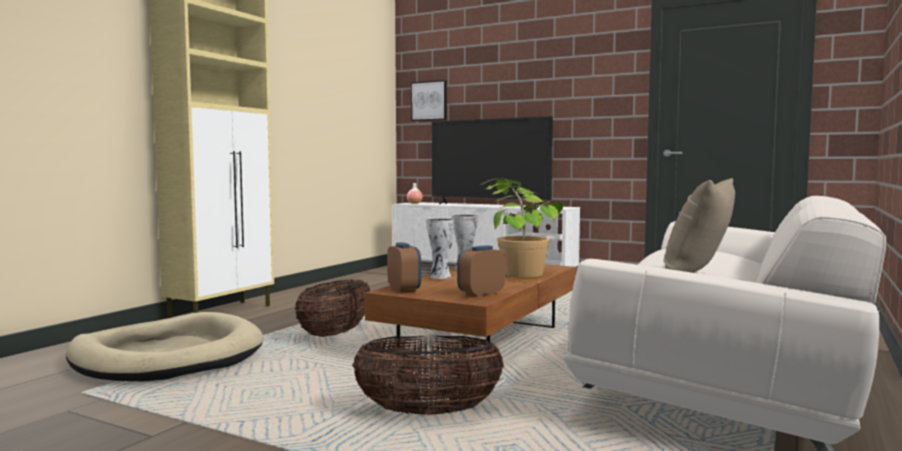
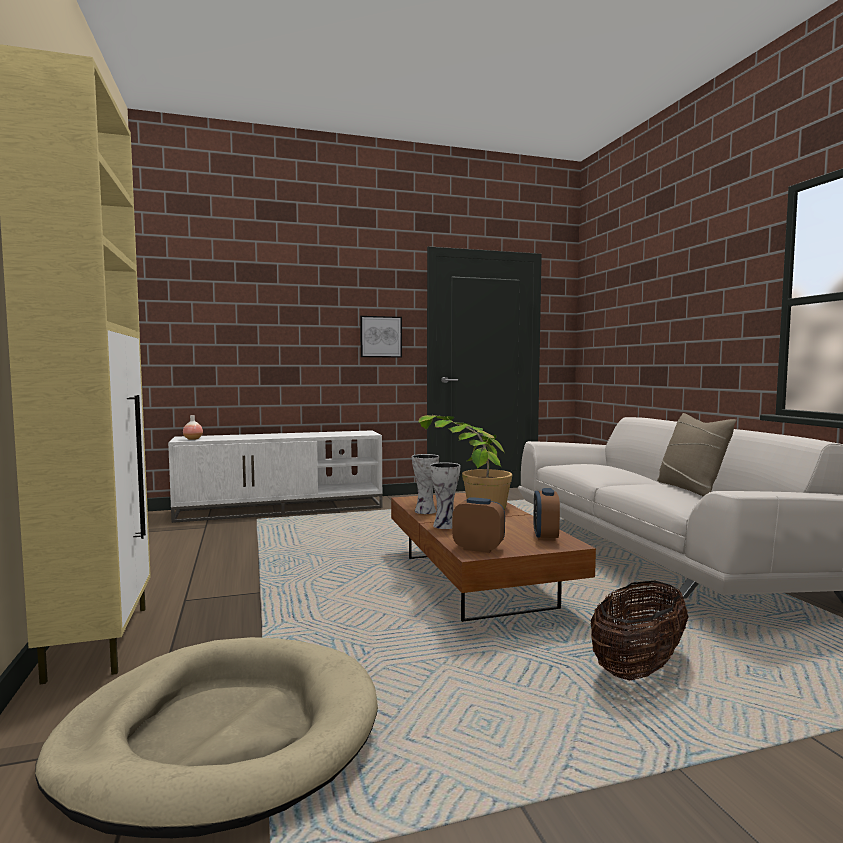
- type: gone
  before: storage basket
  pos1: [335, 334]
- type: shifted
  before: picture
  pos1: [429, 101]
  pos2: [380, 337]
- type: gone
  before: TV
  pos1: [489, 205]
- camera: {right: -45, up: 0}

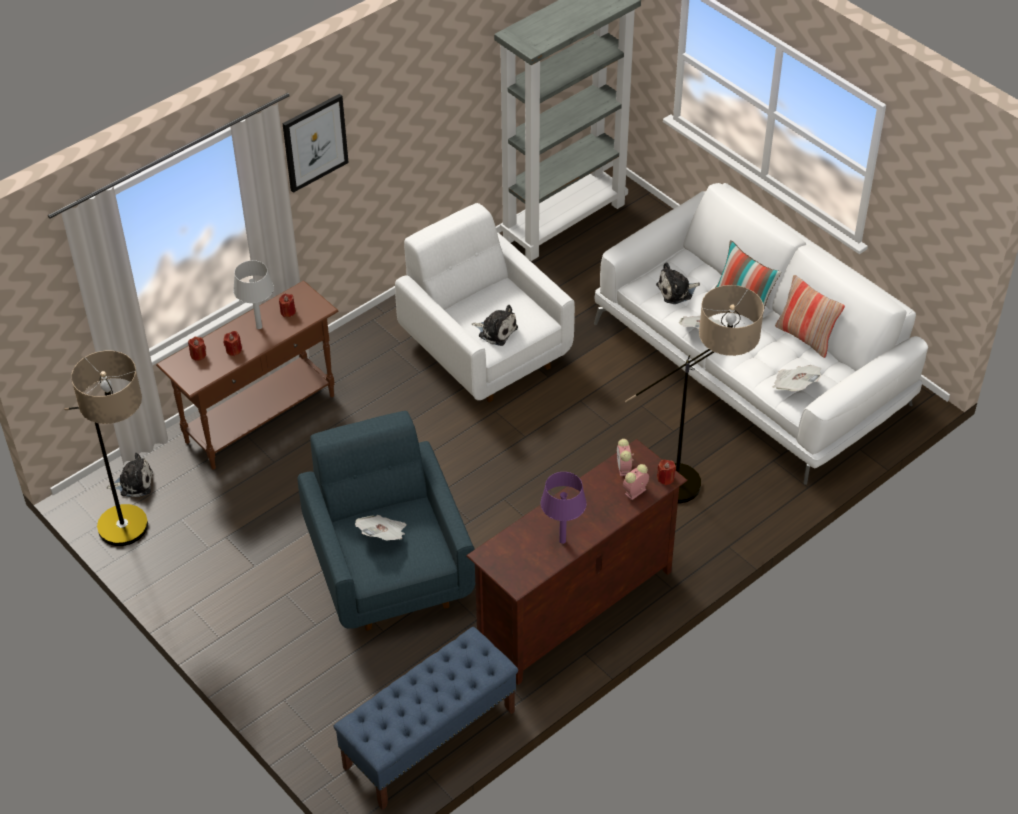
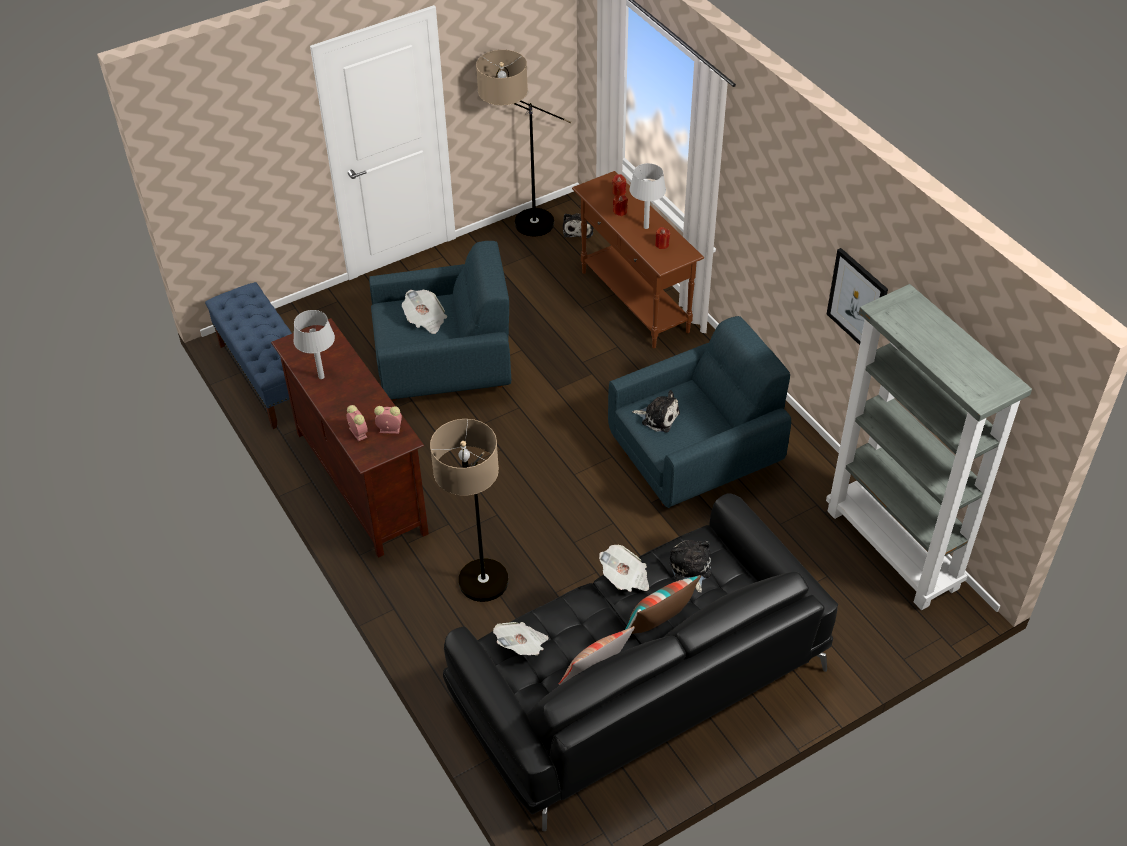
- type: shifted
  before: picture
  pos1: [315, 142]
  pos2: [857, 301]
- type: repainted
  before: whitish lounge chair
  after: blue-coloured lounge chair
  pos1: [484, 351]
  pos2: [695, 458]
- type: rotated
  before: cuddly toy
  pos1: [496, 331]
  pos2: [658, 417]
  turn: -105
- type: repainted
  before: purple-coloured tabletop lamp
  after: grey tabletop lamp
  pos1: [563, 541]
  pos2: [321, 377]
- type: repainted
  before: whitish settee
  after: black-coloured settee
  pos1: [752, 365]
  pos2: [637, 682]
- type: gone
  before: red-coloured wax candle
  pos1: [665, 478]
- camera: {right: 100, up: 0}

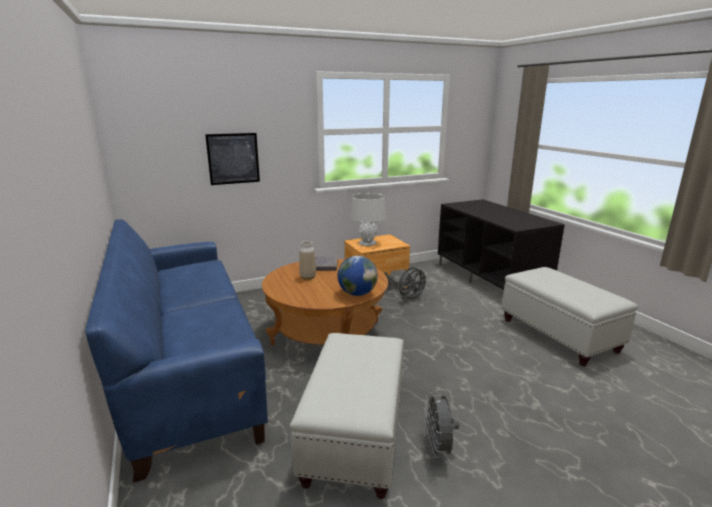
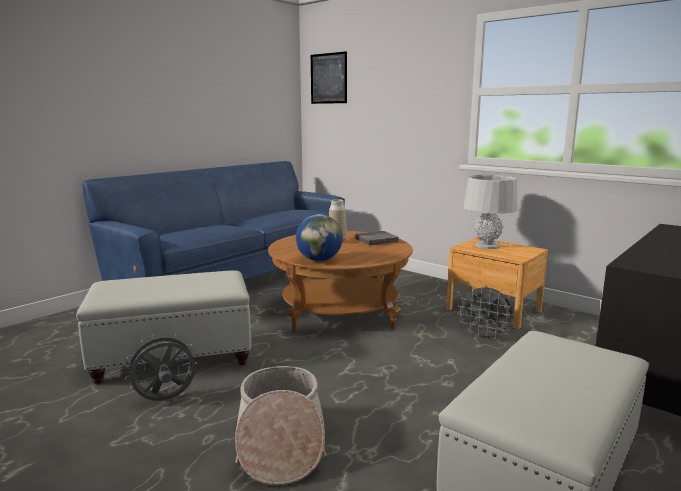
- type: shifted
  before: picture
  pos1: [233, 158]
  pos2: [328, 78]
- type: new
  after: storage basket
  pos2: [280, 443]
- camera: {right: 65, up: -5}

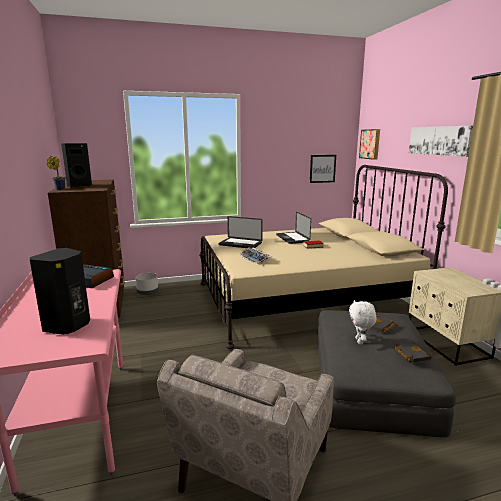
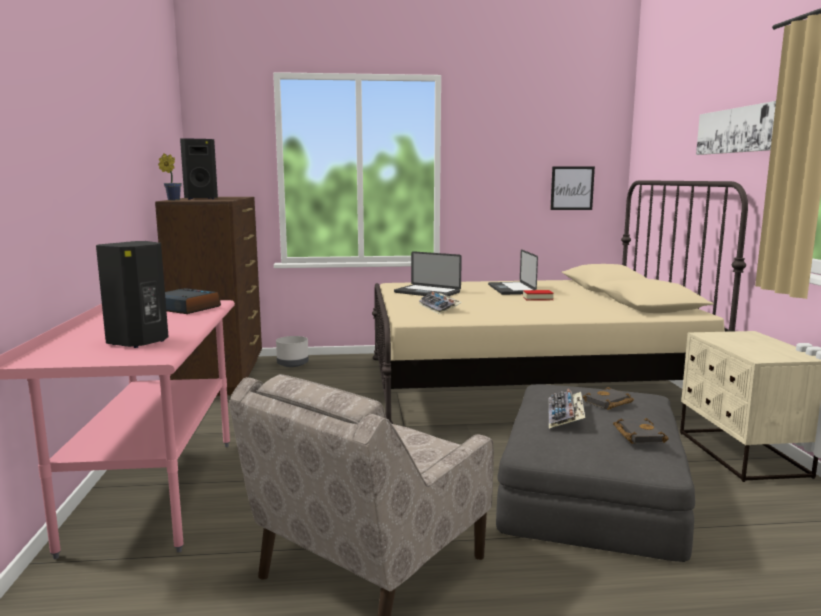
- type: swapped
  before: whitish cuddly toy
  after: PC keyboard
  pos1: [360, 341]
  pos2: [565, 416]
- type: gone
  before: picture
  pos1: [370, 144]
- camera: {right: 10, up: -5}

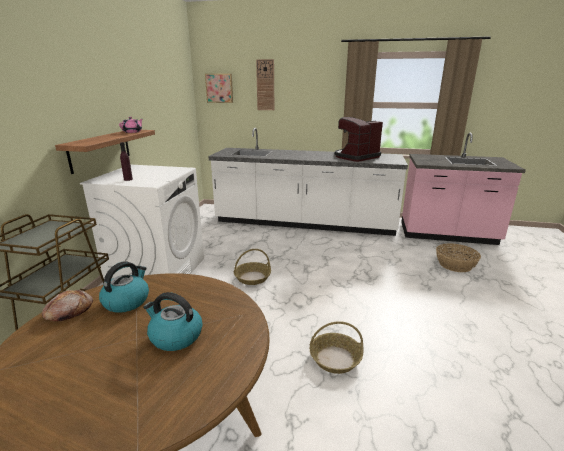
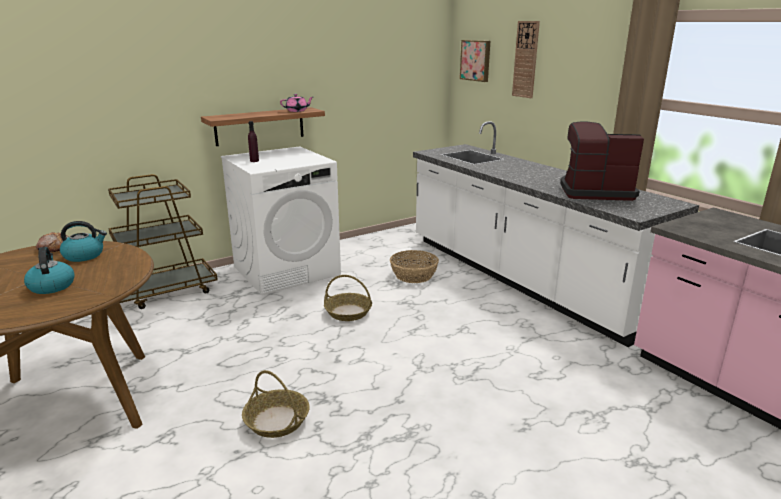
- type: shifted
  before: storage basket
  pos1: [455, 264]
  pos2: [414, 275]
- camera: {right: 45, up: 0}

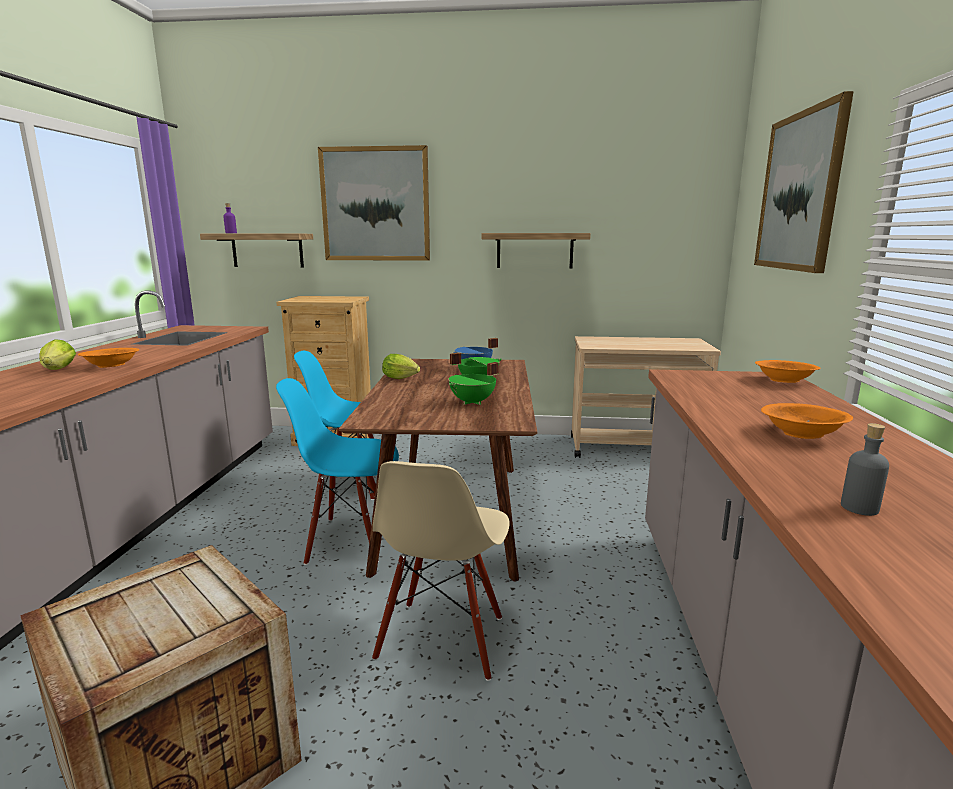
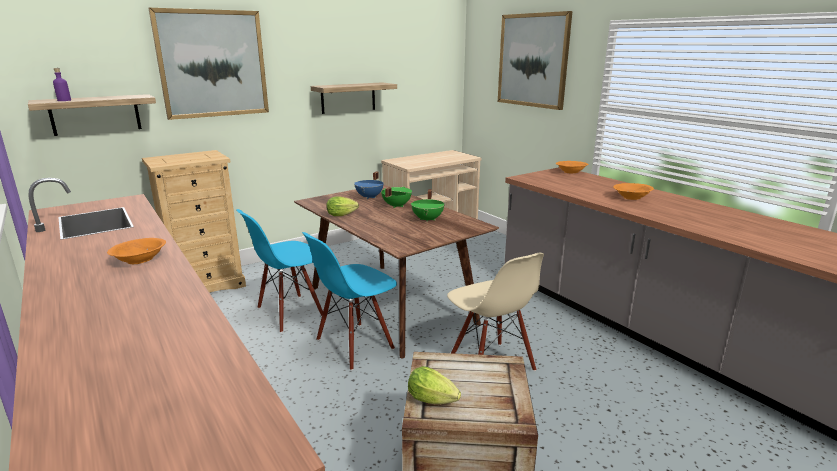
- type: shifted
  before: lettuce head
  pos1: [58, 370]
  pos2: [434, 401]
- type: gone
  before: grey drink bottle
  pos1: [859, 508]
- camera: {right: -40, up: 5}

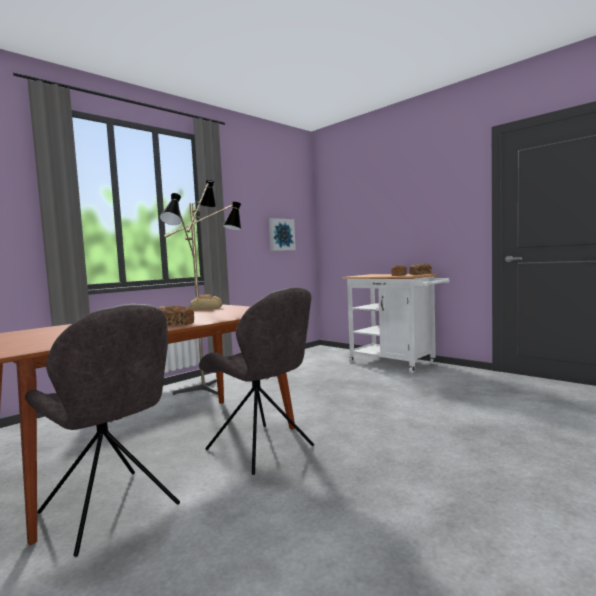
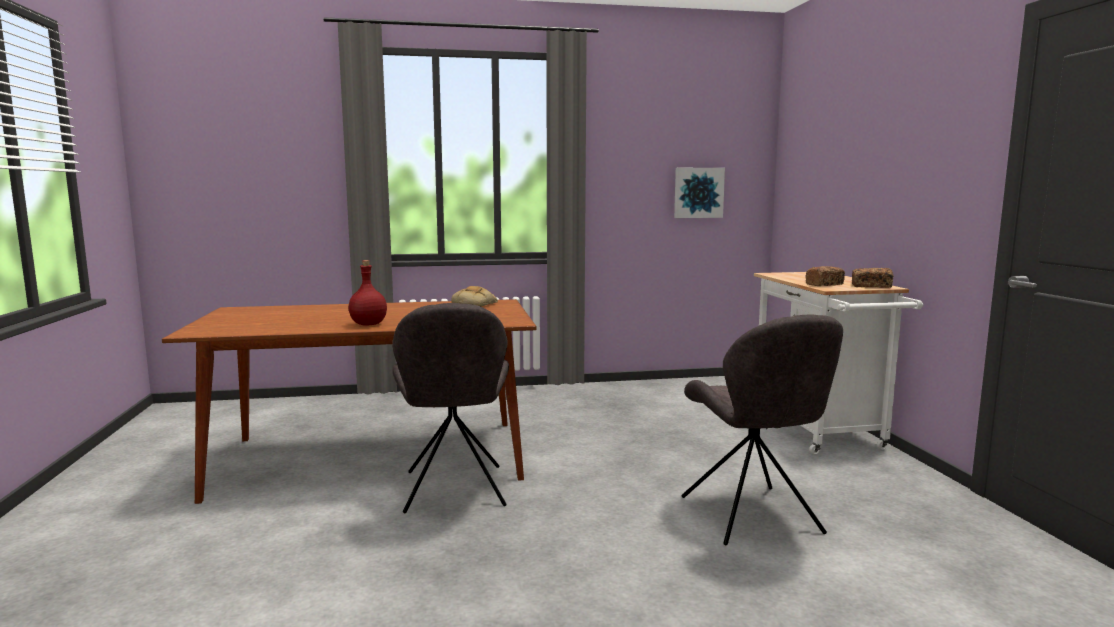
- type: shifted
  before: grey plain chair
  pos1: [111, 511]
  pos2: [752, 517]
- type: swapped
  before: baked bread
  after: red-coloured drink bottle
  pos1: [175, 324]
  pos2: [369, 324]
- type: gone
  before: floor lamp
  pos1: [209, 390]
- camera: {right: 35, up: 5}

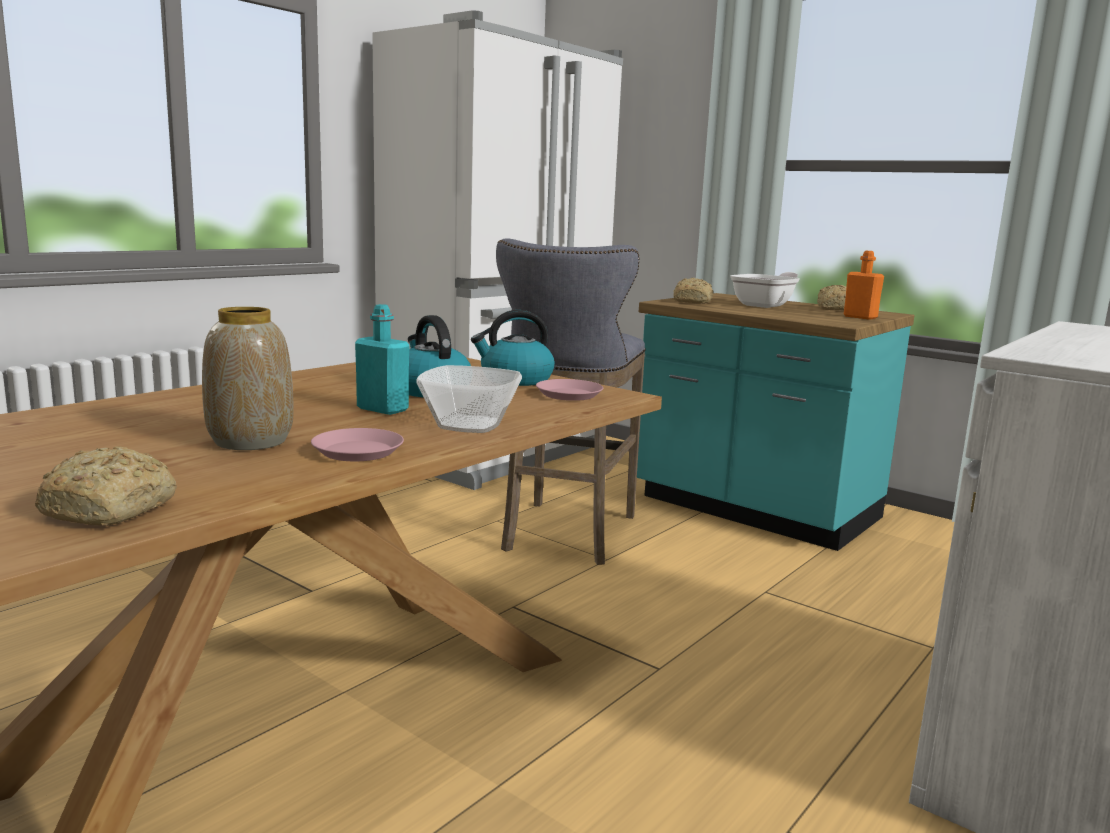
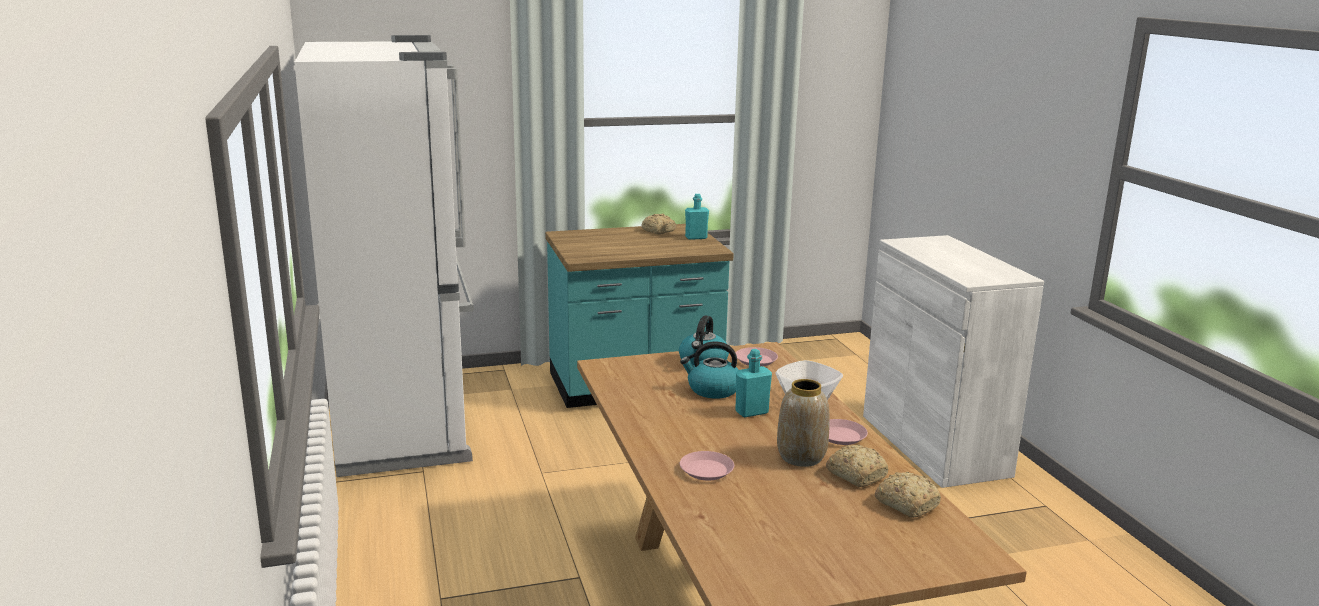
- type: gone
  before: grey sitting stool
  pos1: [567, 535]
- type: shifted
  before: baked bread
  pos1: [693, 301]
  pos2: [856, 475]
- type: gone
  before: skillet
  pos1: [766, 305]
- type: repainted
  before: orangey drink bottle
  after: turquoise-coloured drink bottle
  pos1: [860, 317]
  pos2: [696, 237]
- type: new
  after: pink-coloured plate
  pos2: [706, 470]
- camera: {right: -55, up: 5}

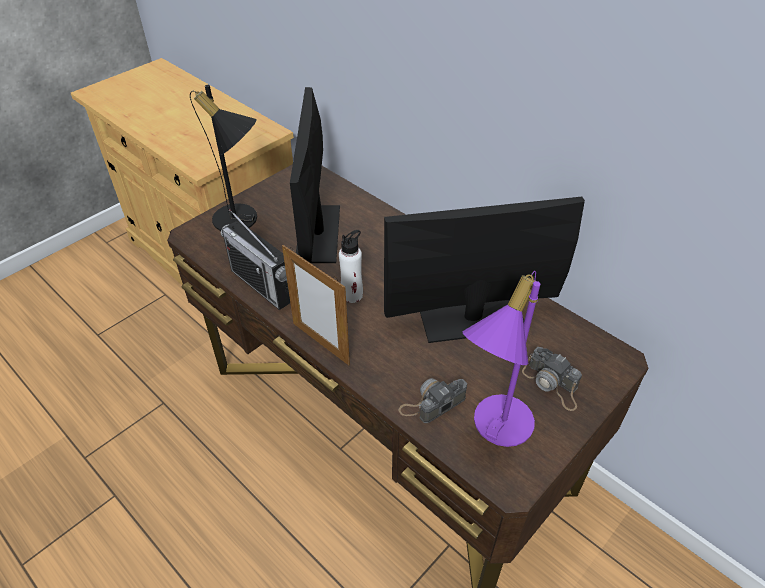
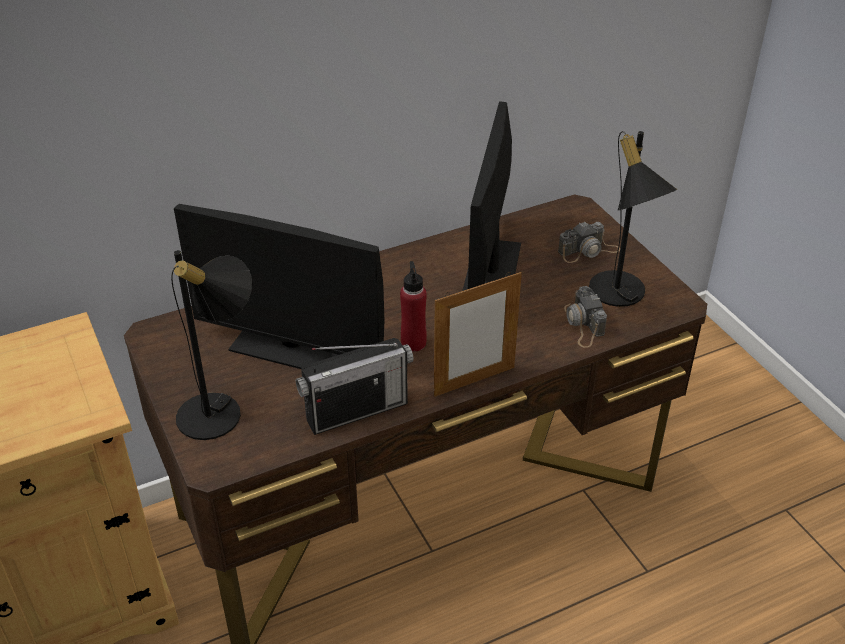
- type: repainted
  before: whitish drink bottle
  after: red-coloured drink bottle
  pos1: [352, 295]
  pos2: [413, 343]
- type: repainted
  before: purple-coloured tabletop lamp
  after: black-coloured tabletop lamp
  pos1: [493, 426]
  pos2: [620, 296]
- camera: {right: -70, up: -5}

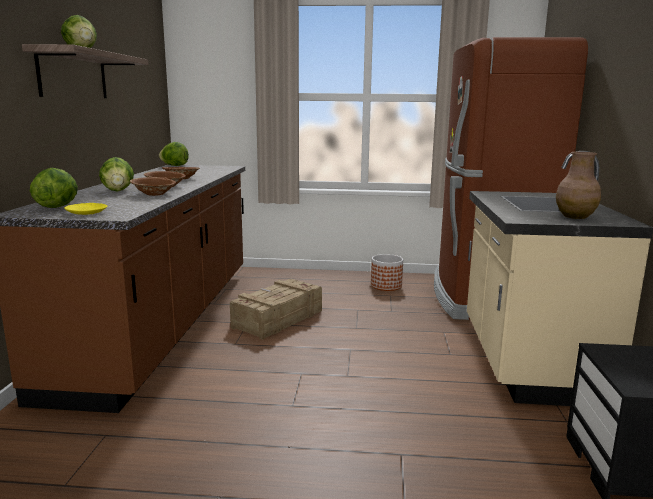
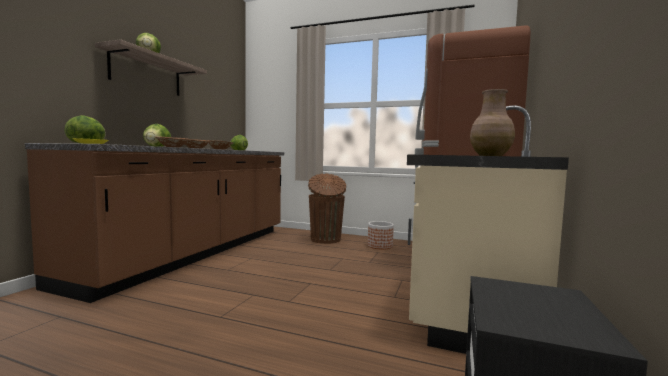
- type: gone
  before: crate
  pos1: [277, 319]
- type: new
  after: brown-coloured rubbish bin
  pos2: [325, 240]
- camera: {right: 15, up: -10}

